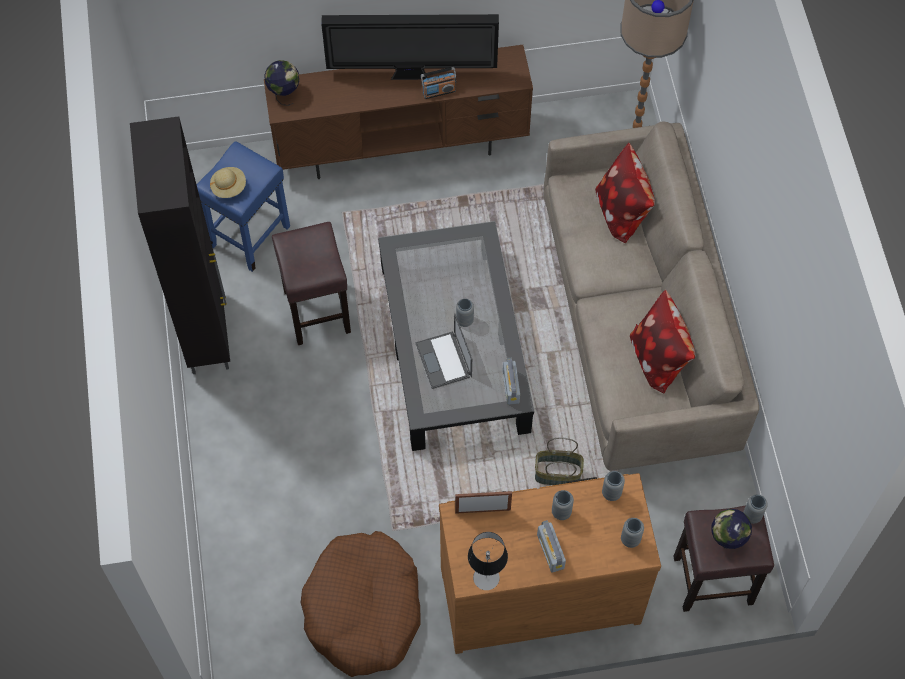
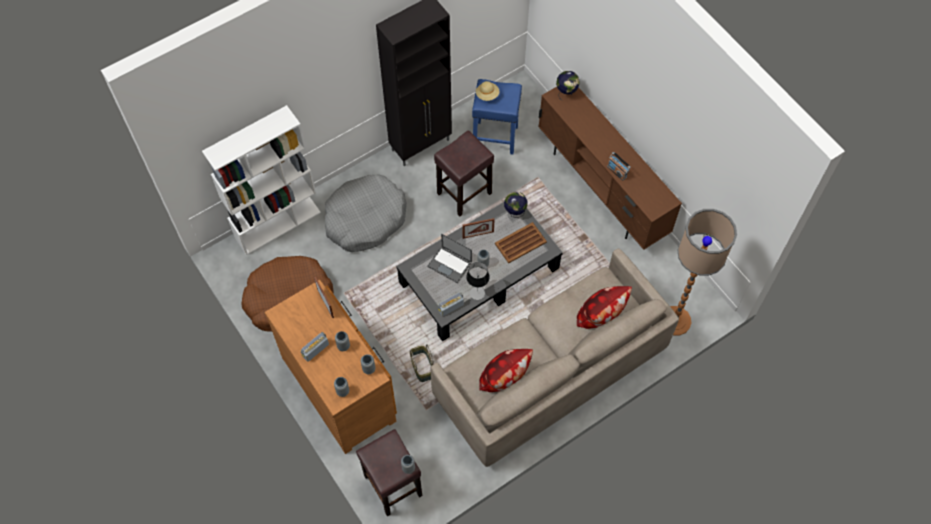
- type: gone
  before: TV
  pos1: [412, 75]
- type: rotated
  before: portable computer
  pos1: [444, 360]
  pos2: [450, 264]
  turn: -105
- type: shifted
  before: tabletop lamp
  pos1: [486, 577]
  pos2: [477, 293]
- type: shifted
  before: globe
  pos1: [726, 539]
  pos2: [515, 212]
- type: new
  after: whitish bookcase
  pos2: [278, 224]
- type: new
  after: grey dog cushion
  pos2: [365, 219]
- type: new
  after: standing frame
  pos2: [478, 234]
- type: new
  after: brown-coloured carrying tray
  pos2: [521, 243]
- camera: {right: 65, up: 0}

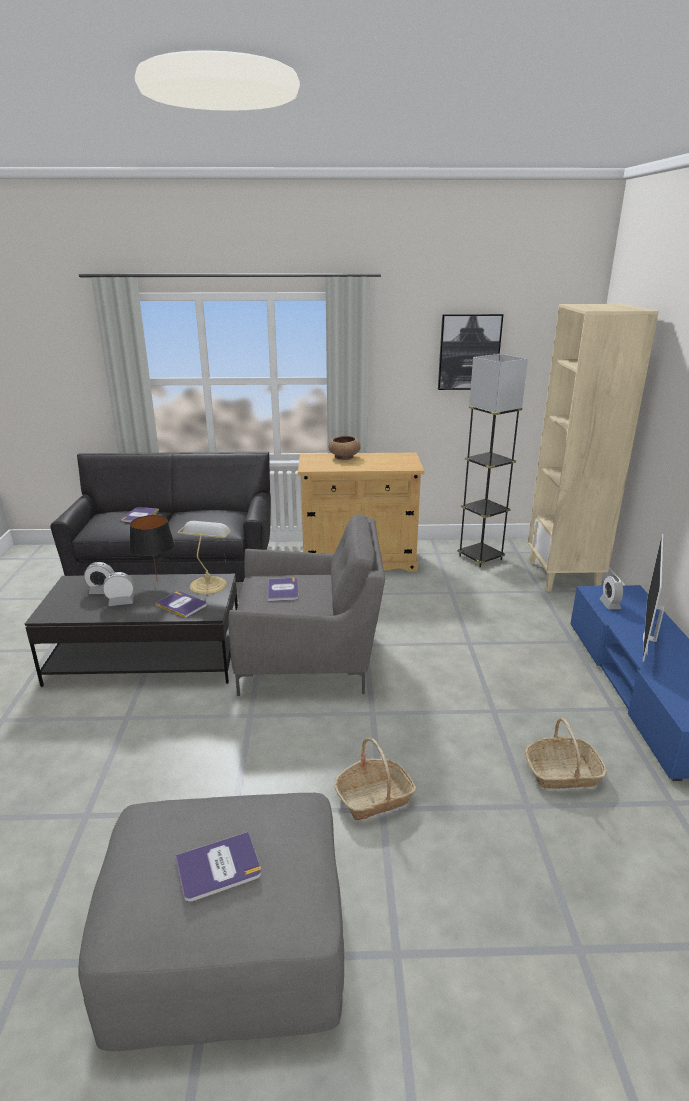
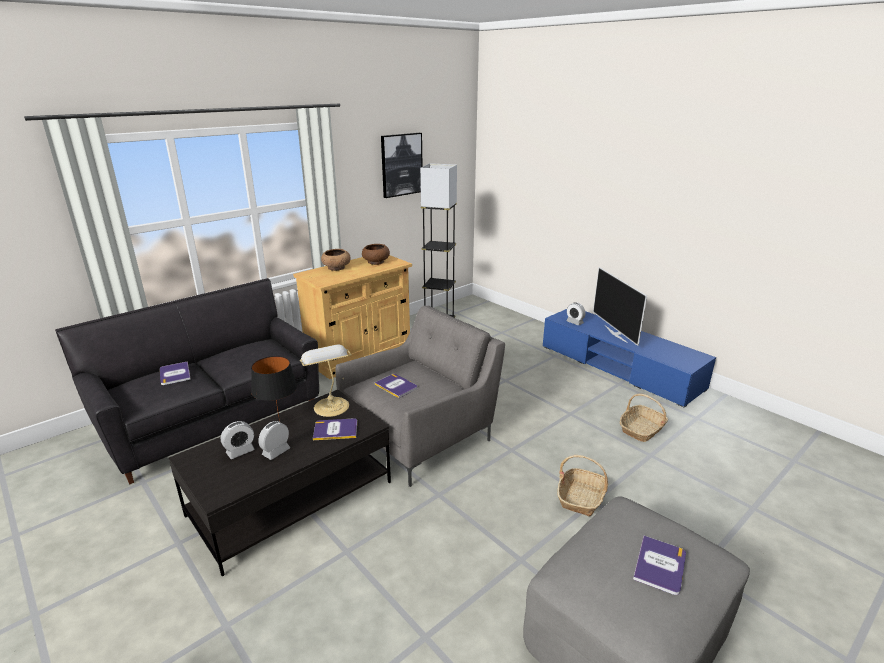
- type: gone
  before: sand-coloured bookcase
  pos1: [563, 576]
- type: new
  after: brown-coloured serving bowl
  pos2: [376, 262]
- camera: {right: -40, up: 0}

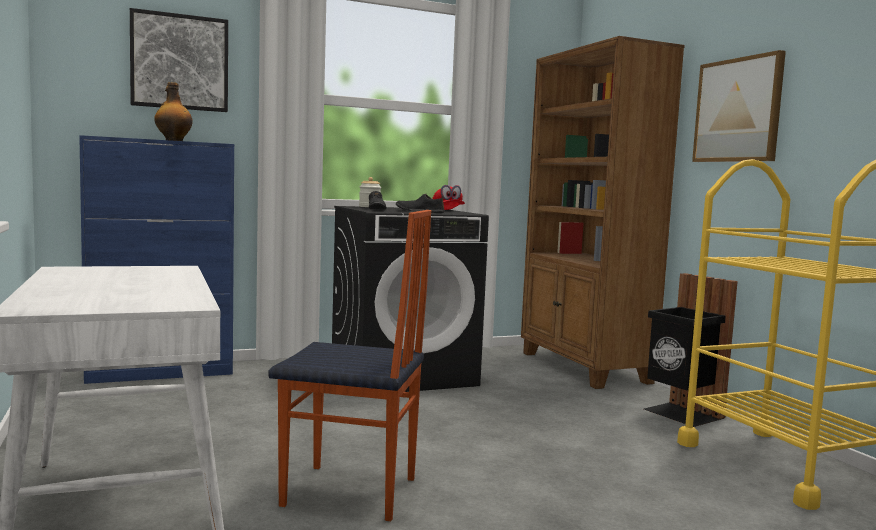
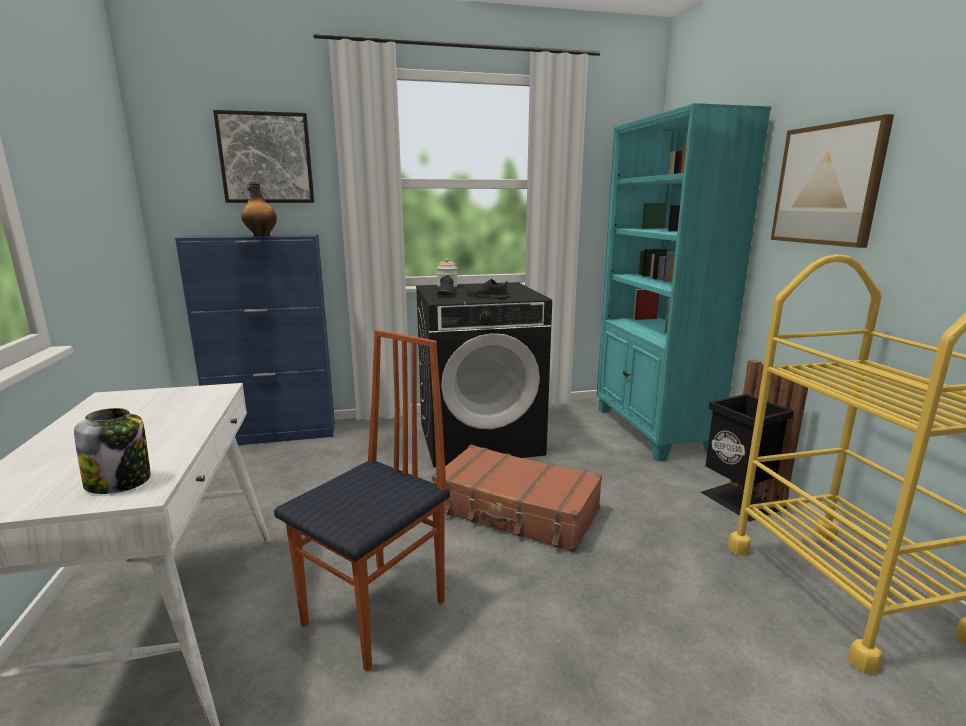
- type: rotated
  before: plain chair
  pos1: [350, 493]
  pos2: [377, 612]
  turn: -75
- type: gone
  before: red-coloured cap
  pos1: [447, 210]
- type: repainted
  before: brown-coloured bookcase
  after: turquoise-coloured bookcase
  pos1: [583, 368]
  pos2: [652, 430]
- type: new
  after: storage jar
  pos2: [120, 482]
- type: new
  after: brown-coloured travel case
  pos2: [516, 511]
- camera: {right: 10, up: 10}

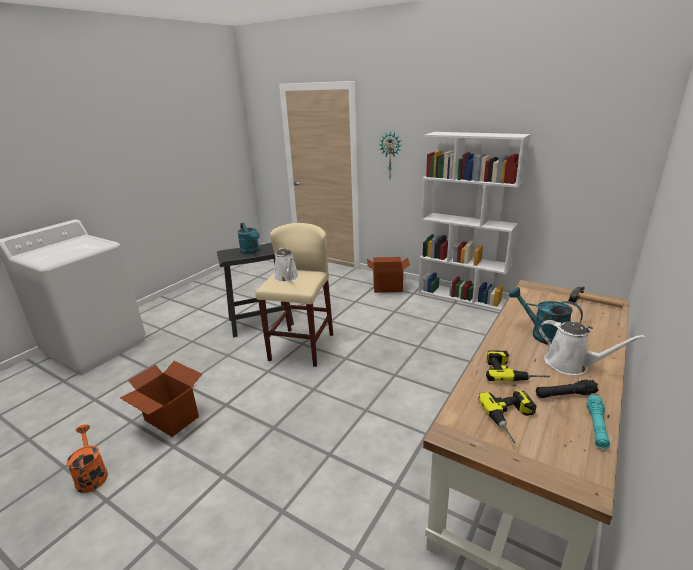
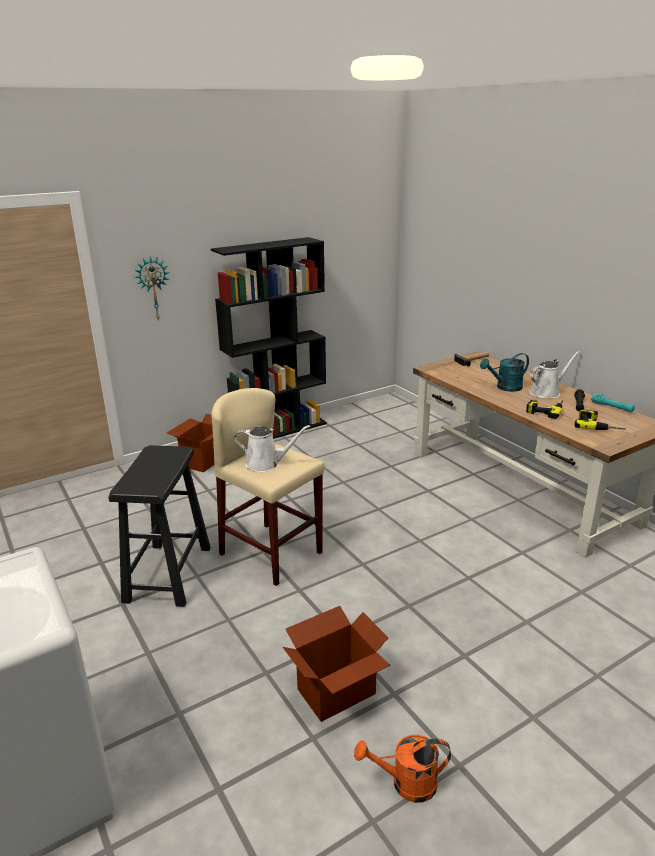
- type: gone
  before: turquoise-coloured watering pot
  pos1: [251, 251]
- type: repainted
  before: whitish bookcase
  after: black-coloured bookcase
  pos1: [462, 296]
  pos2: [278, 430]
- camera: {right: -65, up: 0}

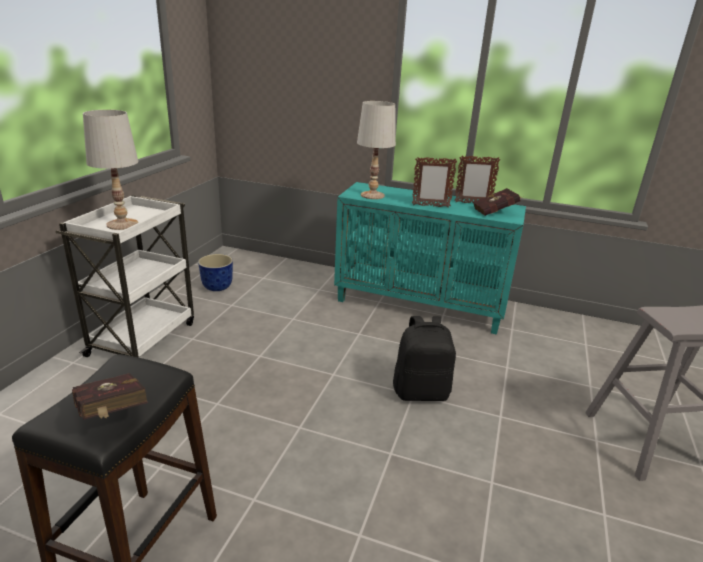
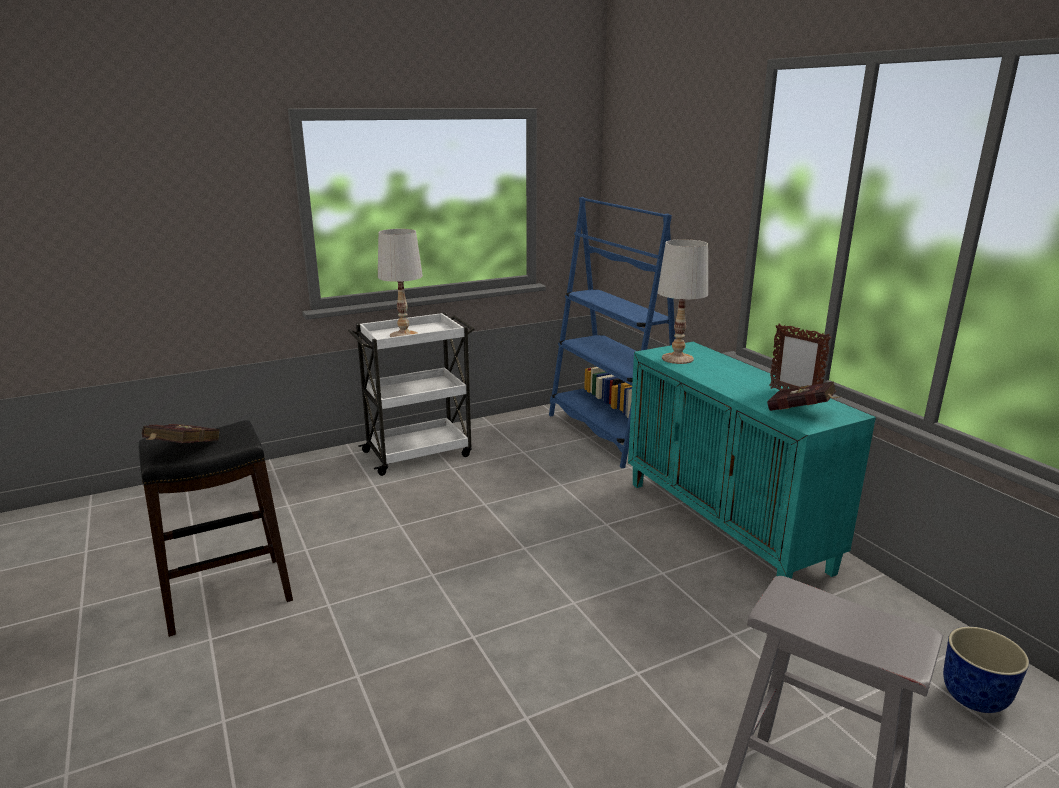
- type: shifted
  before: flower pot
  pos1: [217, 287]
  pos2: [974, 697]
- type: gone
  before: black-coloured knapsack
  pos1: [421, 391]
- type: gone
  before: standing frame
  pos1: [430, 206]
- type: new
  after: blue-coloured bookcase
  pos2: [611, 433]
- camera: {right: 45, up: -5}

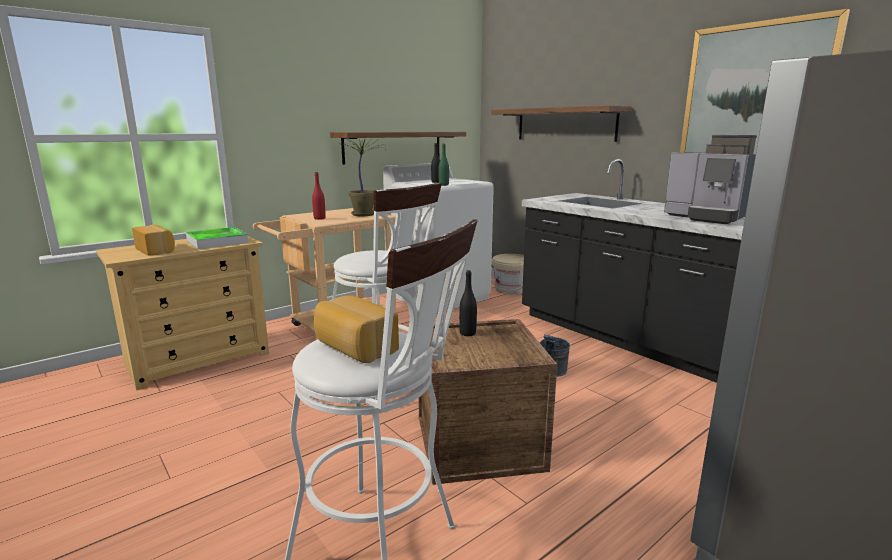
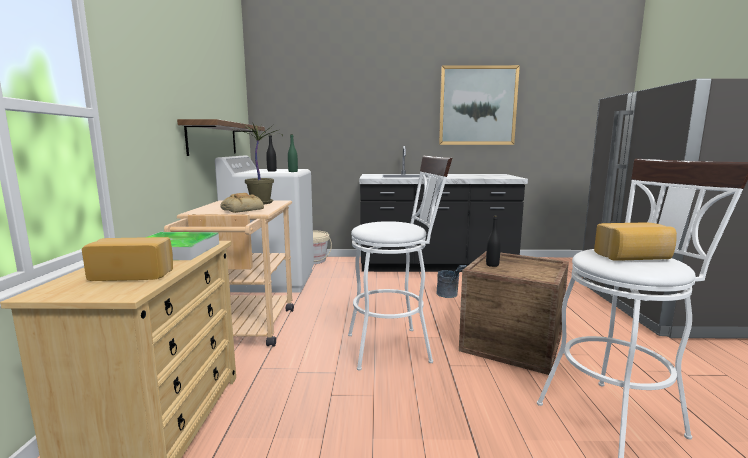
- type: swapped
  before: red-coloured drink bottle
  after: baked bread
  pos1: [319, 218]
  pos2: [242, 209]
- type: gone
  before: wall shelf
  pos1: [565, 124]
- type: gone
  before: coffee brewer
  pos1: [706, 217]
- camera: {right: -50, up: -5}

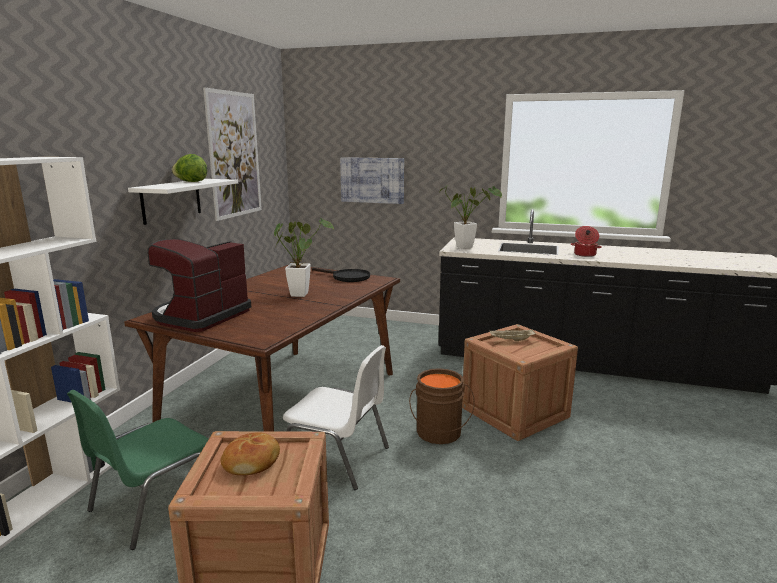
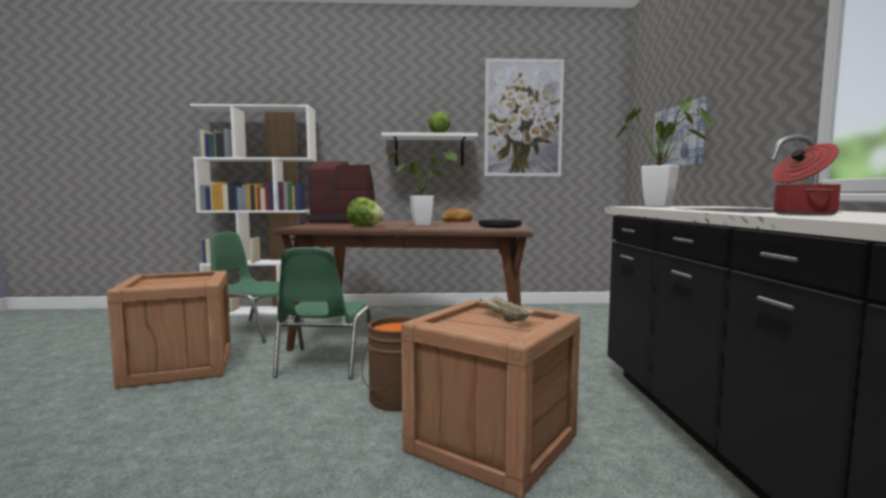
- type: shifted
  before: baked bread
  pos1: [252, 461]
  pos2: [457, 221]
- type: repainted
  before: whitish plain chair
  after: green-coloured plain chair
  pos1: [337, 458]
  pos2: [324, 364]
- type: new
  after: lettuce head
  pos2: [365, 226]
- camera: {right: 70, up: -10}

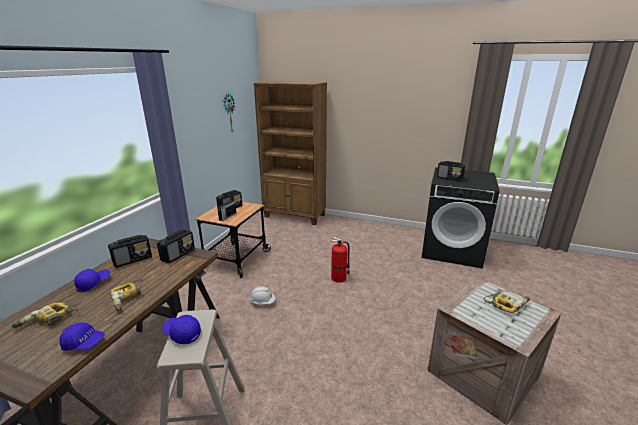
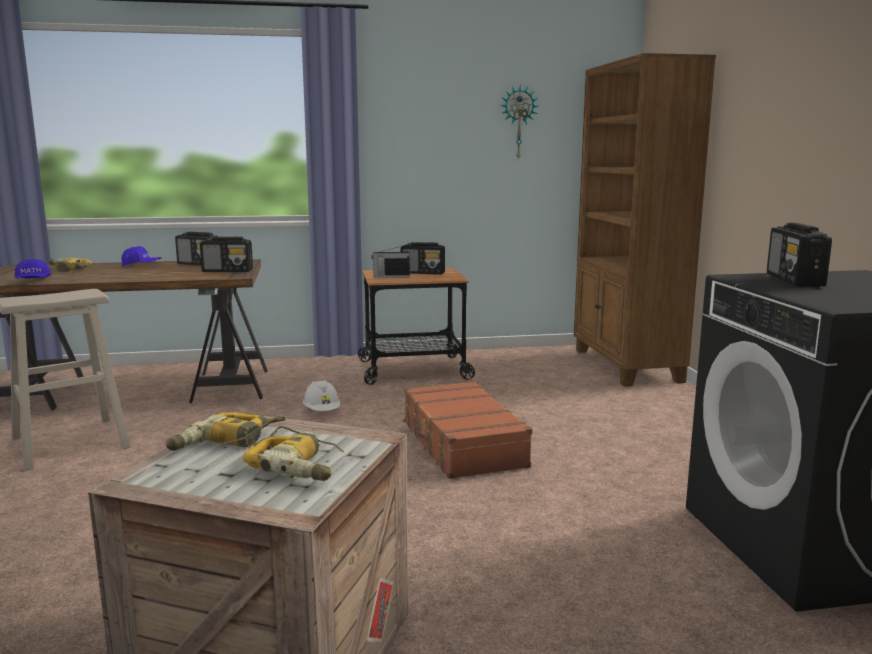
- type: shifted
  before: electric drill
  pos1: [129, 298]
  pos2: [226, 443]
- type: gone
  before: blue-coloured cap
  pos1: [182, 333]
- type: swapped
  before: fire-fighting cylinder
  after: brown-coloured travel case
  pos1: [339, 278]
  pos2: [461, 444]
- camera: {right: 60, up: -10}

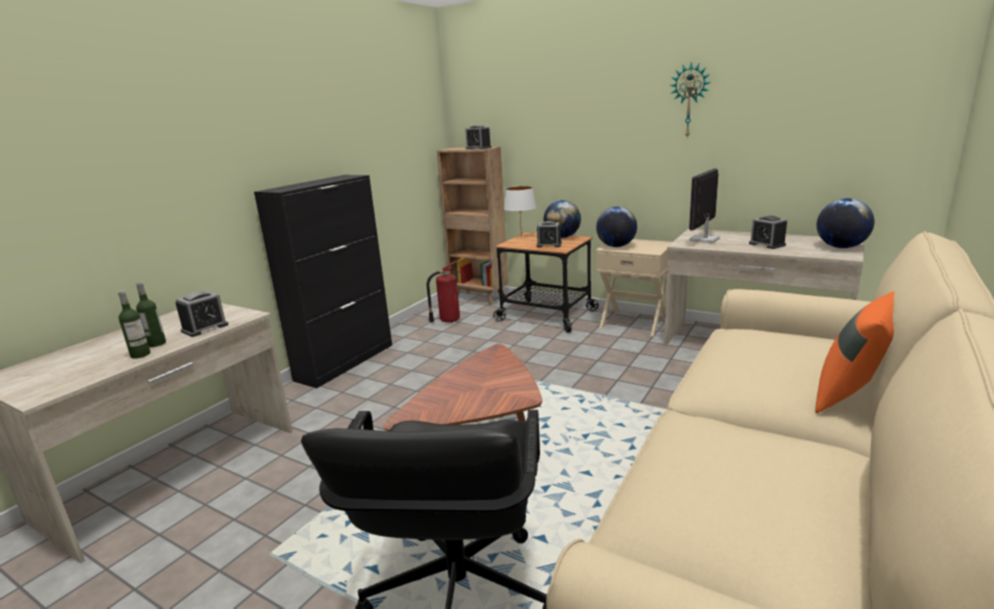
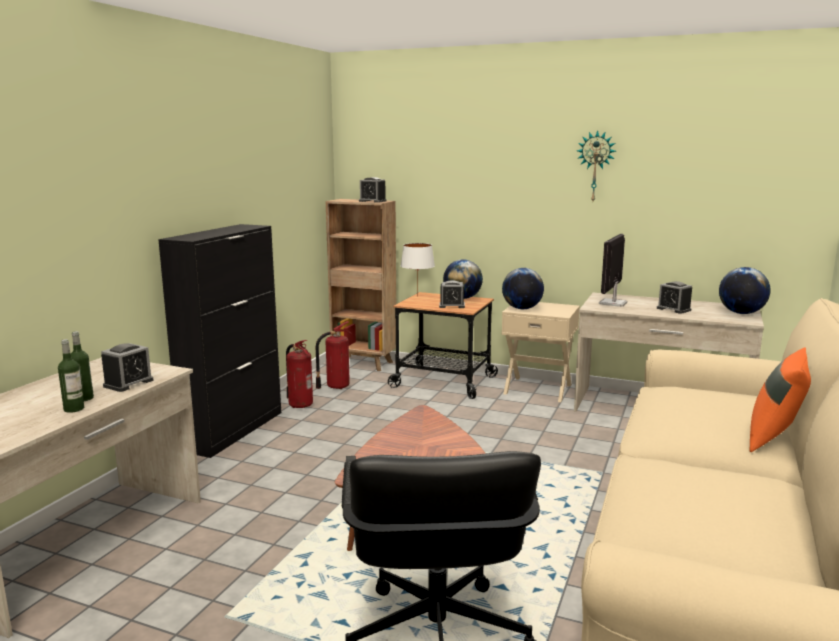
- type: new
  after: fire-fighting cylinder
  pos2: [300, 405]
- camera: {right: -10, up: -5}

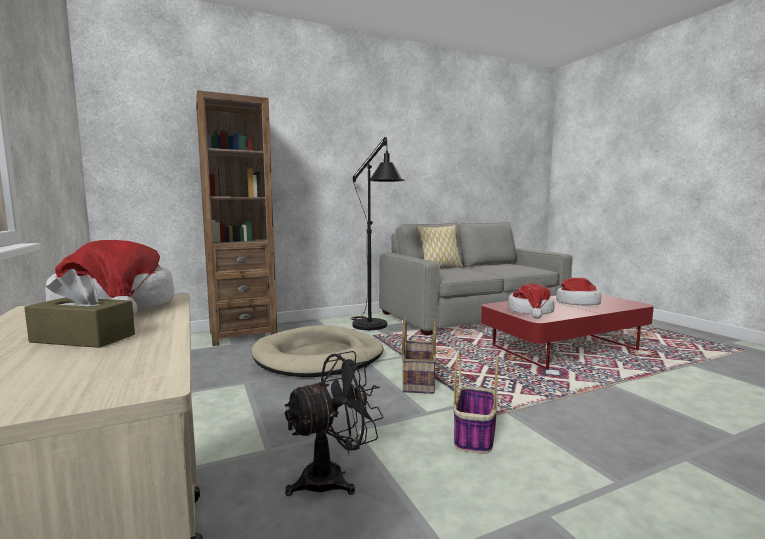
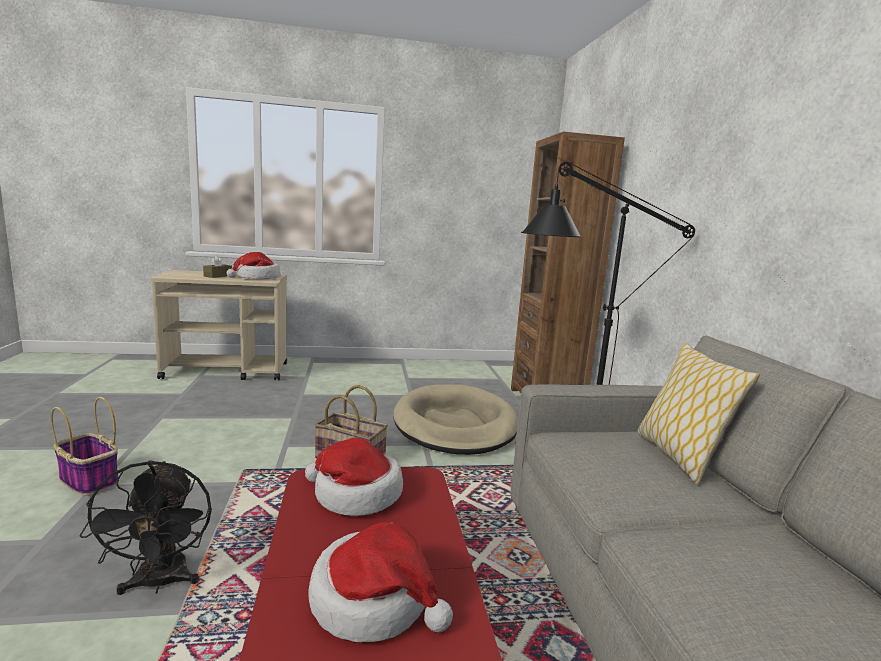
- type: shifted
  before: black-coloured cooling fan
  pos1: [333, 477]
  pos2: [160, 583]
- type: shifted
  before: storage basket
  pos1: [474, 436]
  pos2: [88, 480]
- camera: {right: 105, up: 5}

